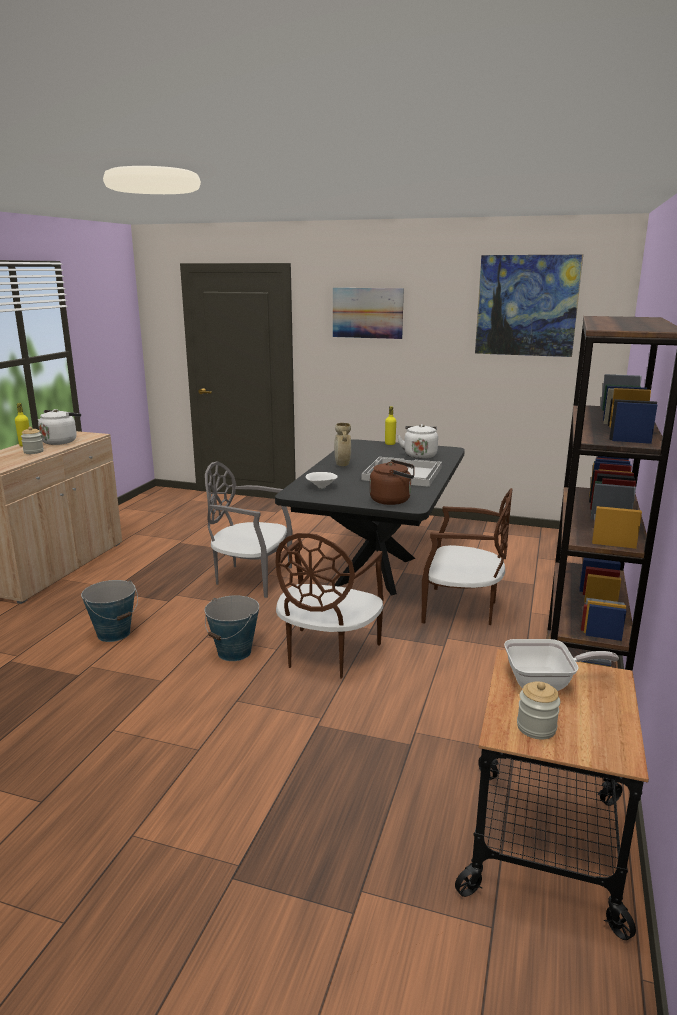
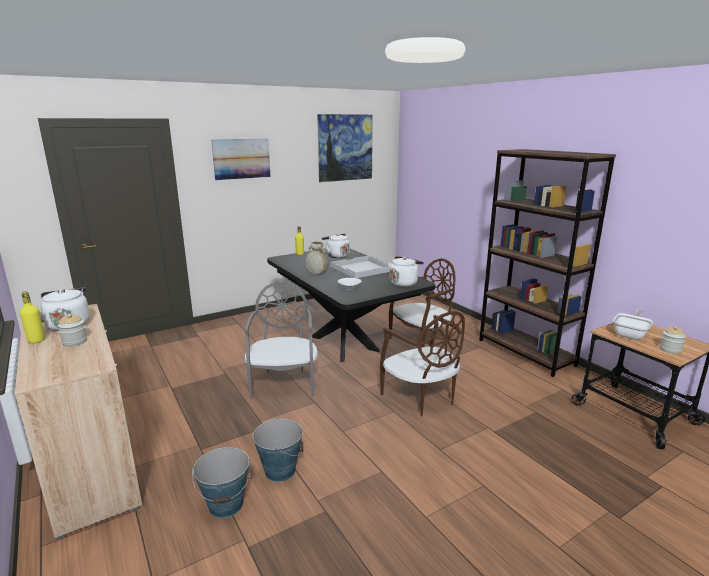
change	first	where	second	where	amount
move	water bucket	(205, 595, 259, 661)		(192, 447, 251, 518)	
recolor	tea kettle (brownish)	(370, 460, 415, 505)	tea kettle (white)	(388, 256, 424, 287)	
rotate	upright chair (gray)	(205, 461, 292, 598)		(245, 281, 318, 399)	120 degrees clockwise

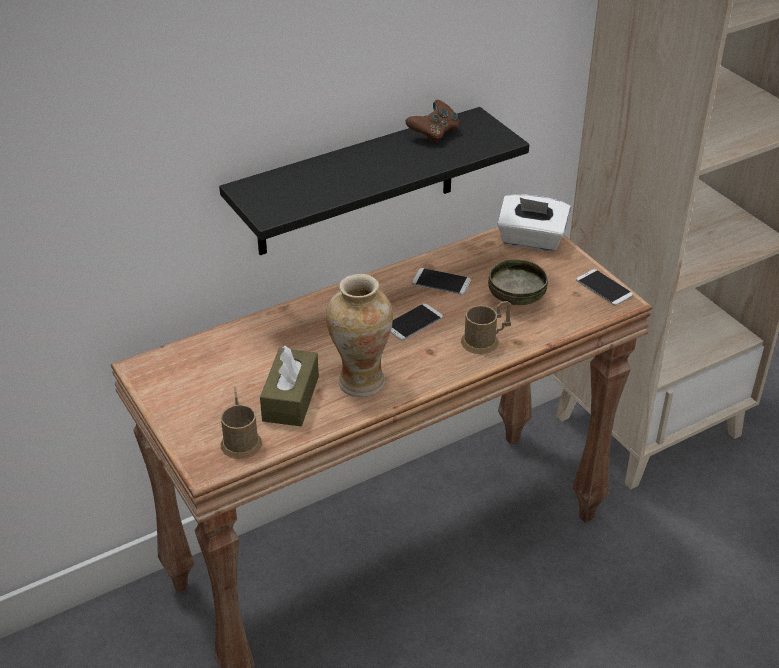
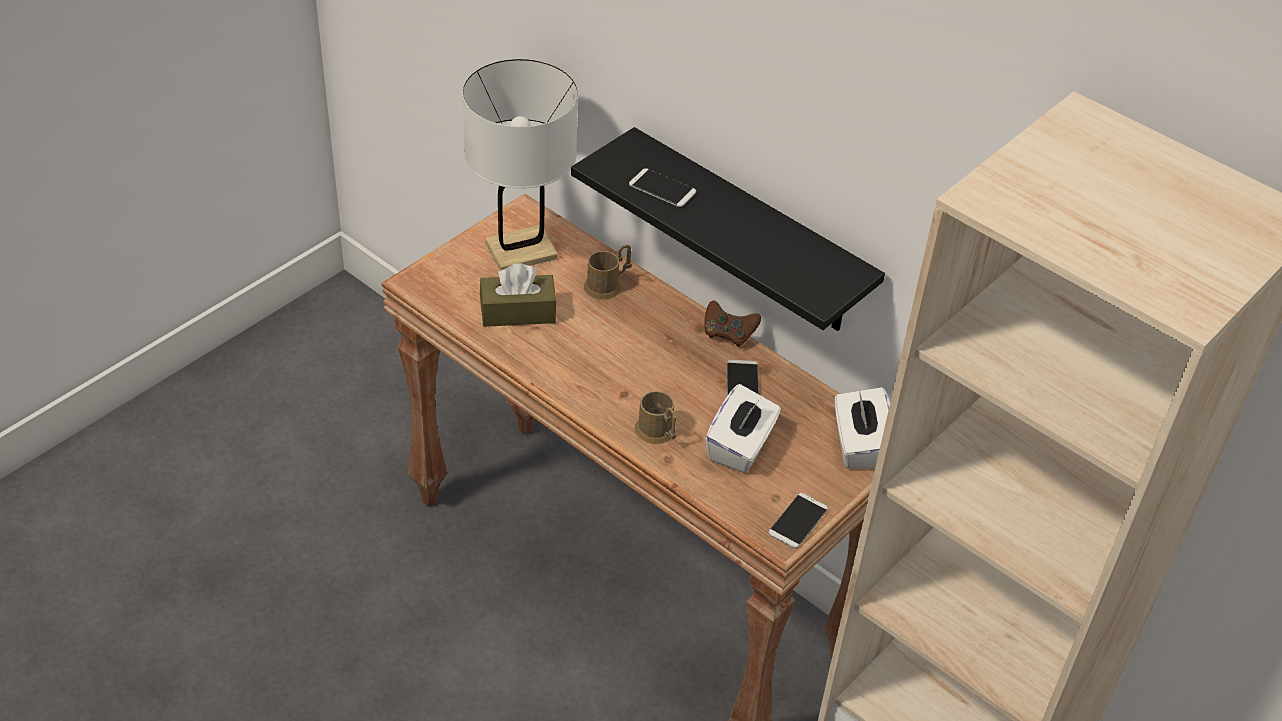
change	first	where	second	where	amount
delete	decorative vase	(326, 274, 393, 397)			
insert			lamp for a table (white)	(462, 59, 578, 271)	
move	mug (brownish)	(221, 387, 262, 459)		(584, 244, 632, 300)	
move	handset	(391, 303, 443, 340)		(629, 168, 696, 207)	
move	game controller (brownish)	(406, 100, 460, 144)		(704, 300, 761, 347)	
replace	deep dish	(488, 259, 548, 305)	tissue holder (white)	(705, 384, 781, 473)	

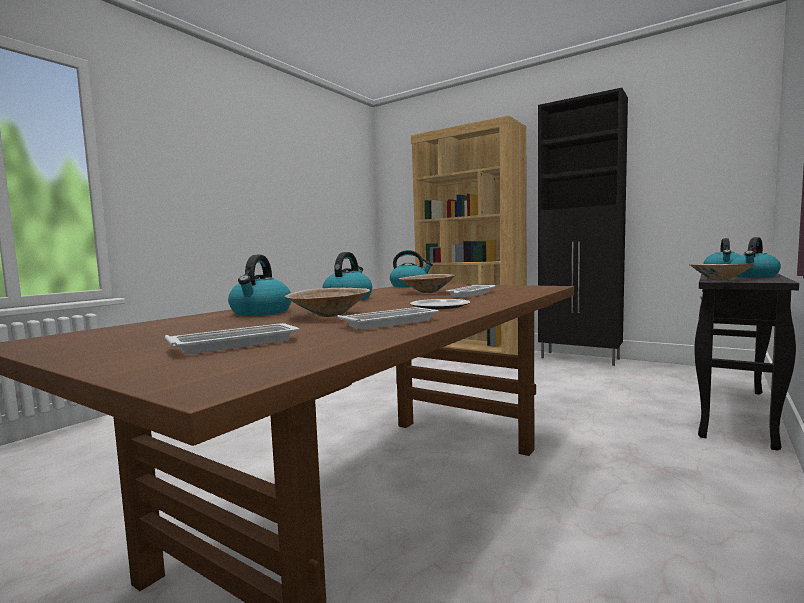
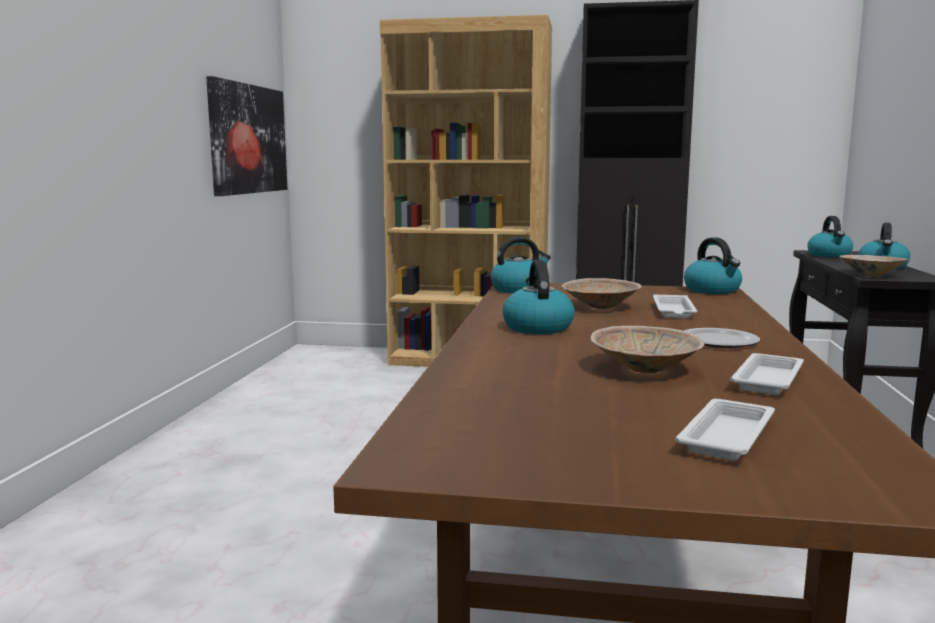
change	first	where	second	where	amount
insert			wall art	(206, 76, 287, 196)	
move	tea kettle	(228, 255, 291, 316)		(684, 237, 742, 294)	

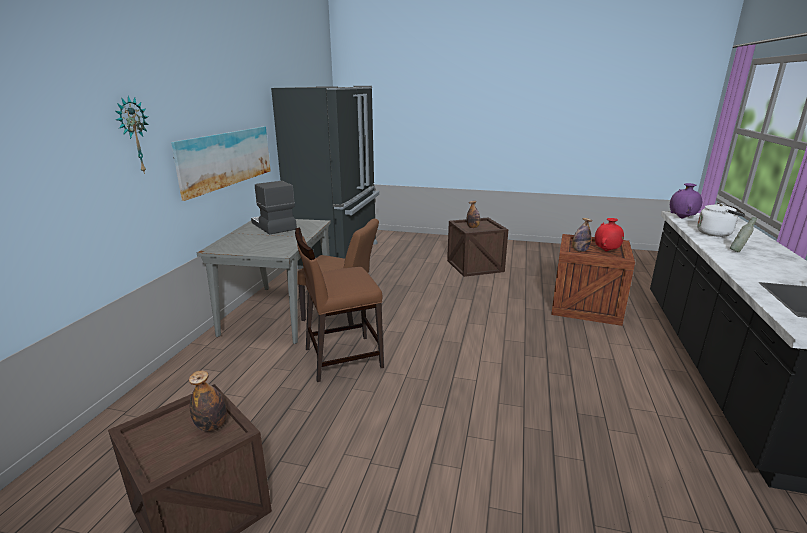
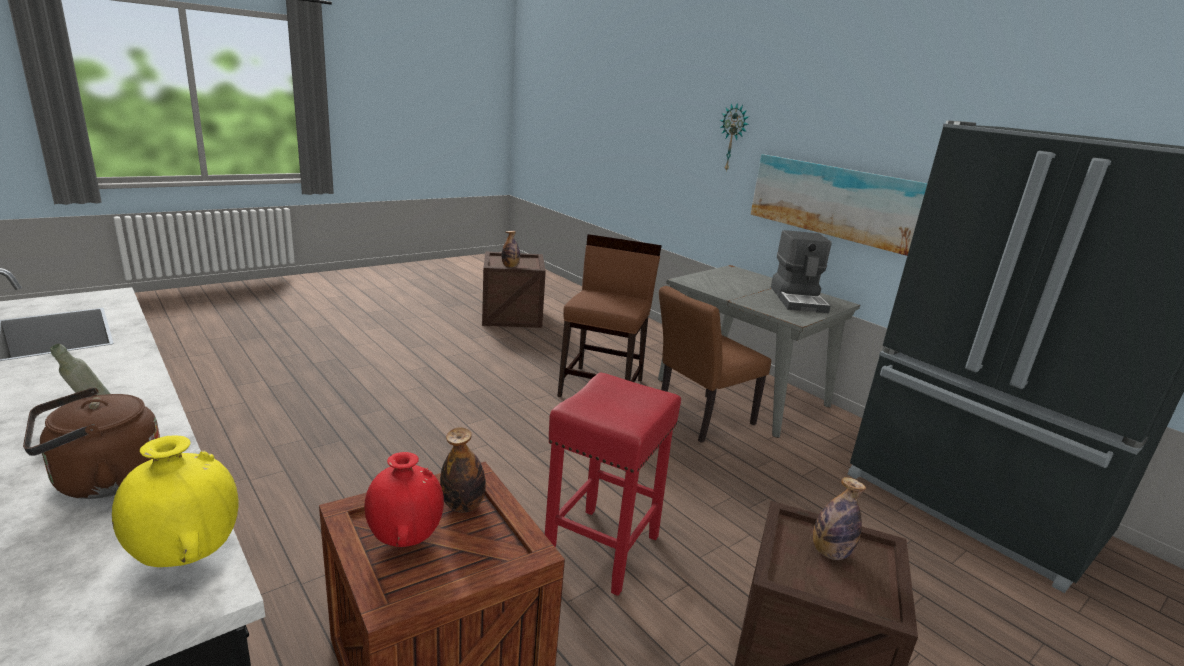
change	first	where	second	where	amount
insert			stool (reddish)	(545, 373, 681, 596)	
recolor	decorative vase (purple-coloured)	(670, 183, 702, 219)	decorative vase (yellow-coloured)	(112, 435, 239, 567)	
recolor	tea kettle (white)	(697, 202, 745, 237)	tea kettle (brownish)	(23, 388, 160, 499)	
rotate	coffee brewer	(251, 181, 297, 235)		(771, 230, 832, 313)	90 degrees clockwise

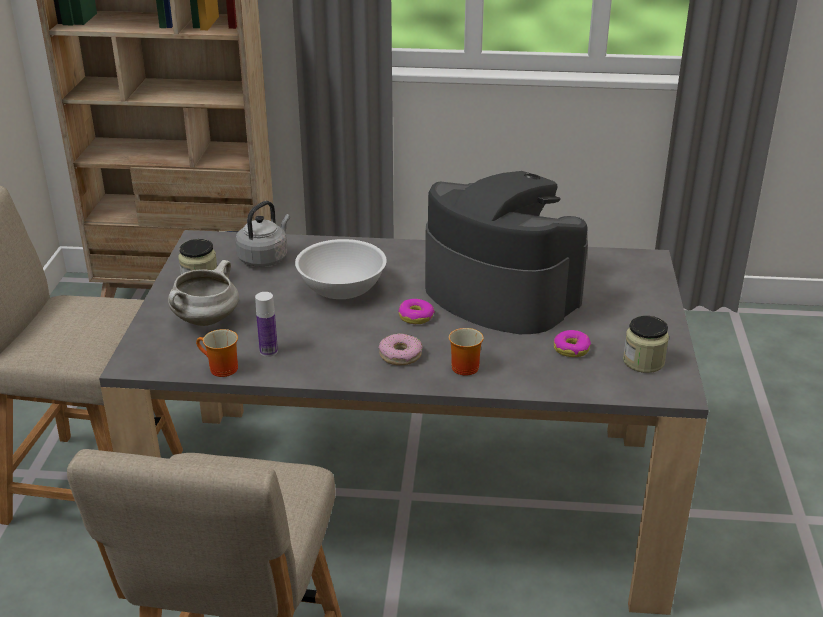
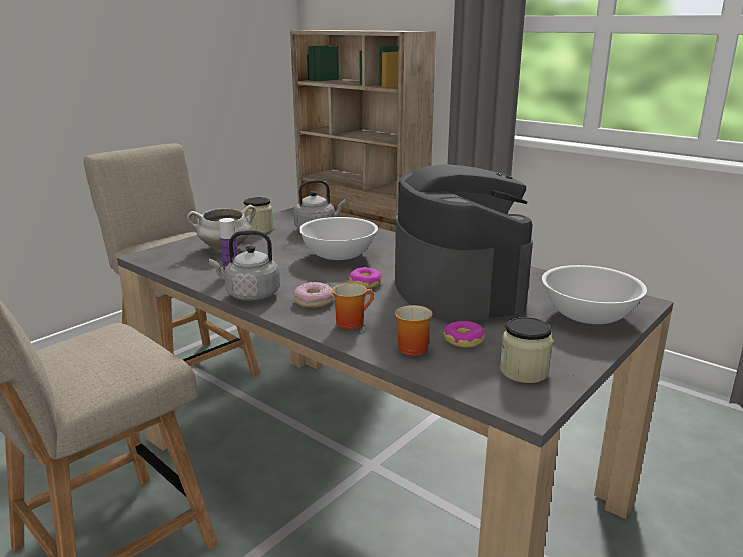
change	first	where	second	where	amount
insert			tea kettle (gray)	(209, 230, 280, 301)	
insert			deep dish (white)	(542, 265, 647, 324)	
move	mug	(196, 329, 238, 377)		(395, 305, 433, 356)	

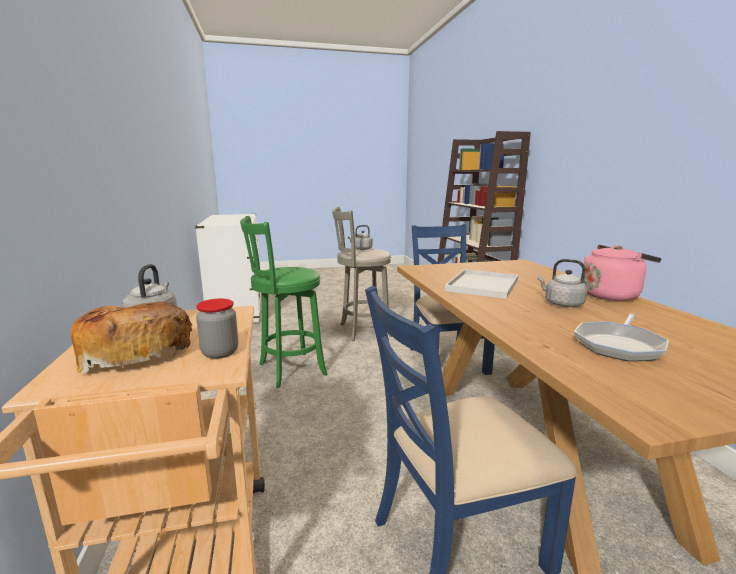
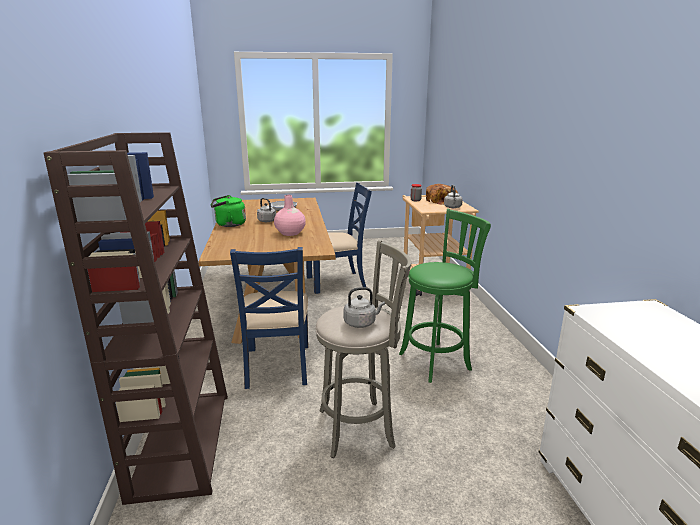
change	first	where	second	where	amount
replace	tray (white)	(445, 269, 518, 299)	decorative vase (pink)	(274, 195, 306, 236)	
recolor	tea kettle (pink)	(583, 245, 661, 301)	tea kettle (green)	(211, 195, 246, 227)	

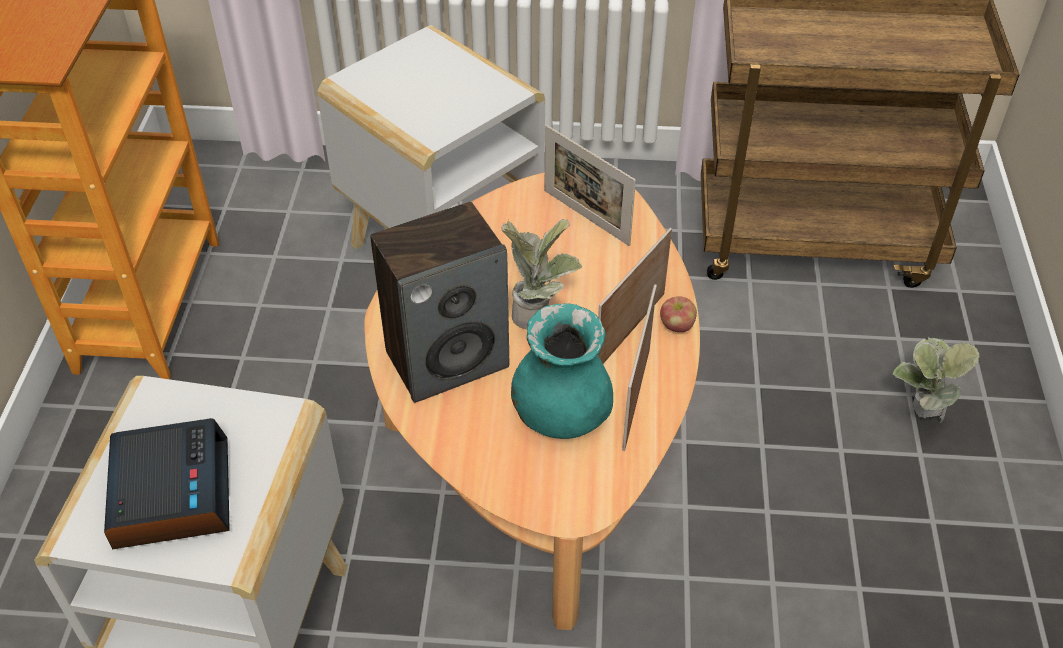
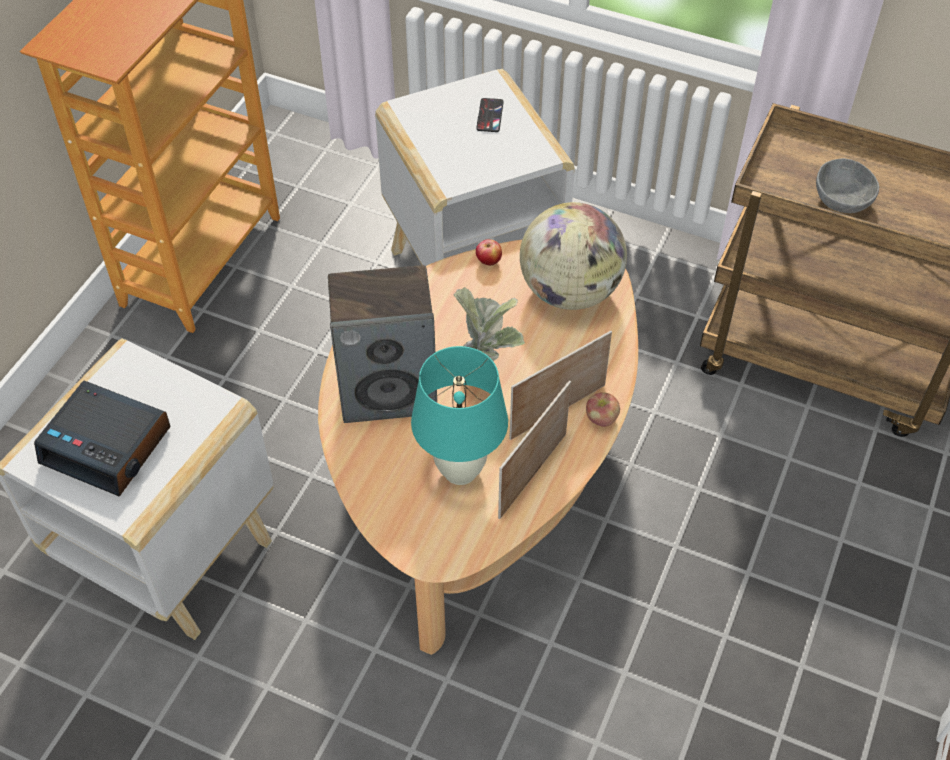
change	first	where	second	where	amount
delete	potted plant	(893, 337, 980, 423)			
insert			handset	(476, 98, 504, 132)	
insert			apple fruit	(476, 239, 502, 266)	
insert			deep dish (gray)	(816, 158, 879, 213)	
replace	decorative vase (turquoise-coloured)	(511, 303, 613, 439)	lamp for a table (turquoise-coloured)	(411, 346, 508, 485)	
replace	standing frame	(544, 125, 636, 246)	world globe	(520, 202, 627, 310)	
rotate	bedside clock	(104, 418, 230, 549)		(34, 381, 171, 497)	105 degrees clockwise

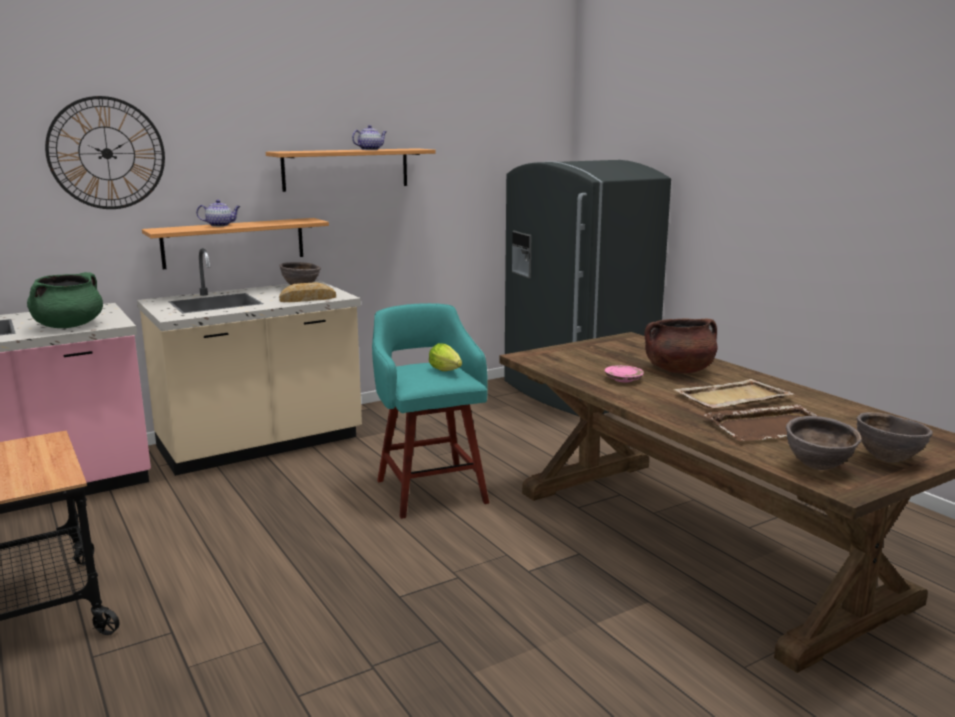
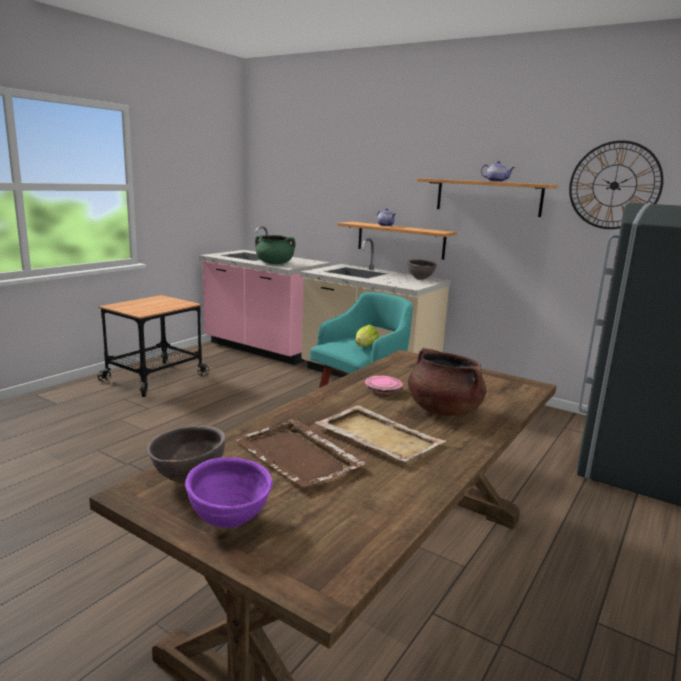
change	first	where	second	where	amount
delete	bread	(279, 282, 336, 302)			
move	clock on the wall	(45, 96, 165, 209)		(569, 140, 664, 229)	
recolor	deep dish (brownish)	(857, 412, 933, 463)	deep dish (purple-coloured)	(185, 457, 272, 528)	

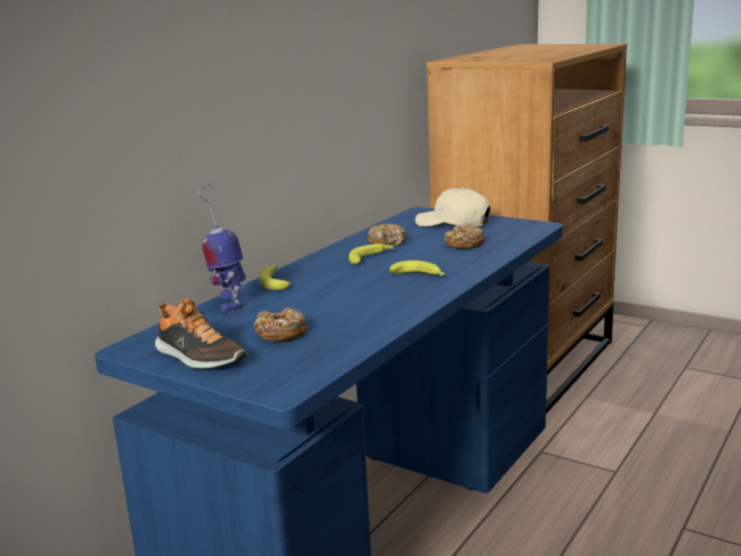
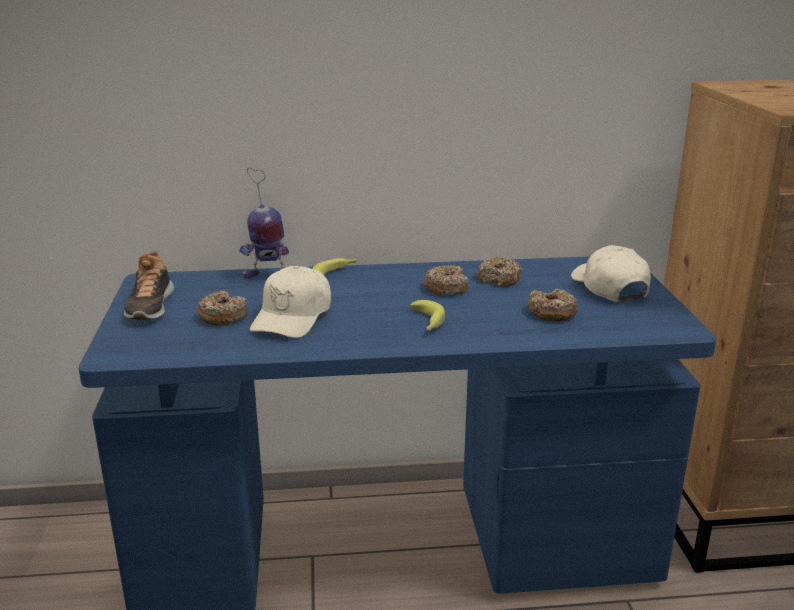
change	first	where	second	where	amount
insert			peaked cap (sand-coloured)	(250, 266, 331, 338)	
replace	banana fruit	(349, 244, 395, 264)	doughnut	(424, 265, 469, 296)	
rotate	toy robot	(199, 184, 246, 313)		(239, 167, 289, 279)	135 degrees counterclockwise

